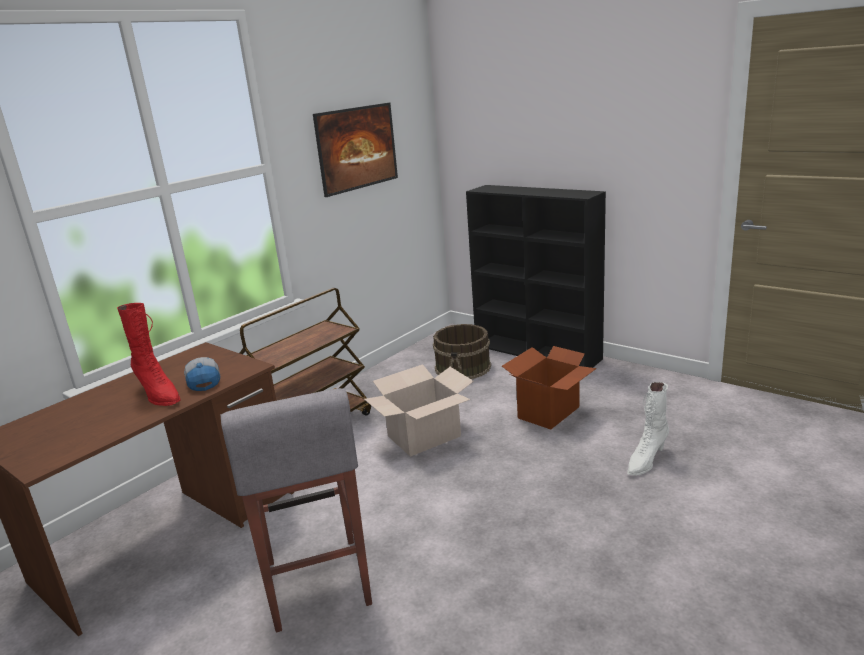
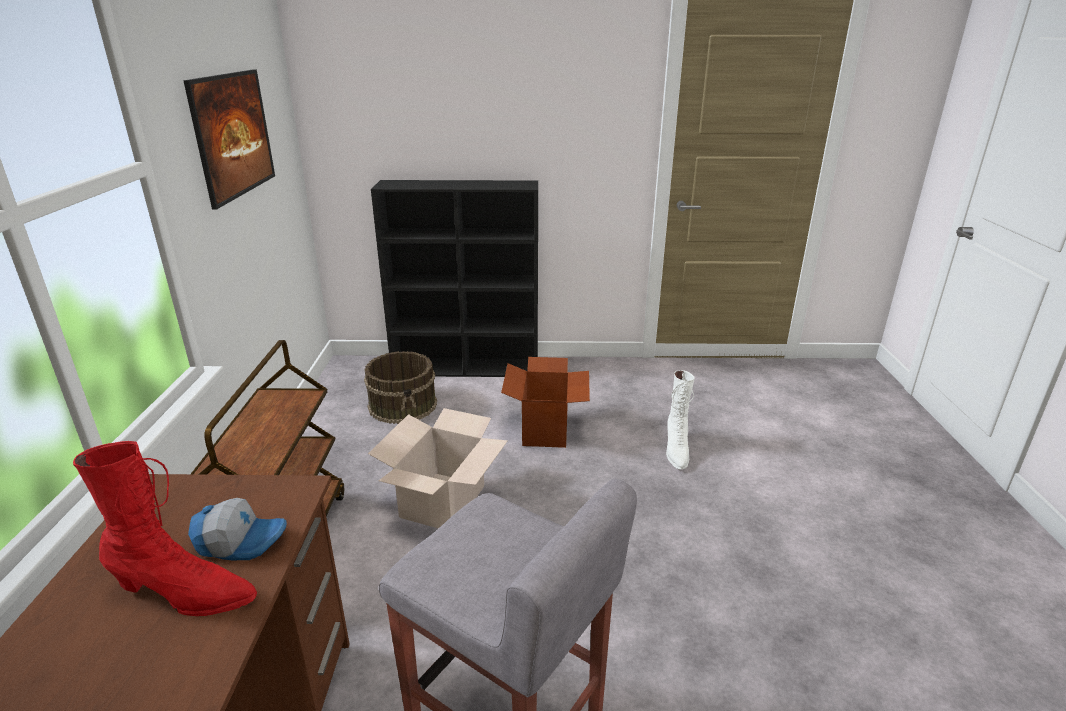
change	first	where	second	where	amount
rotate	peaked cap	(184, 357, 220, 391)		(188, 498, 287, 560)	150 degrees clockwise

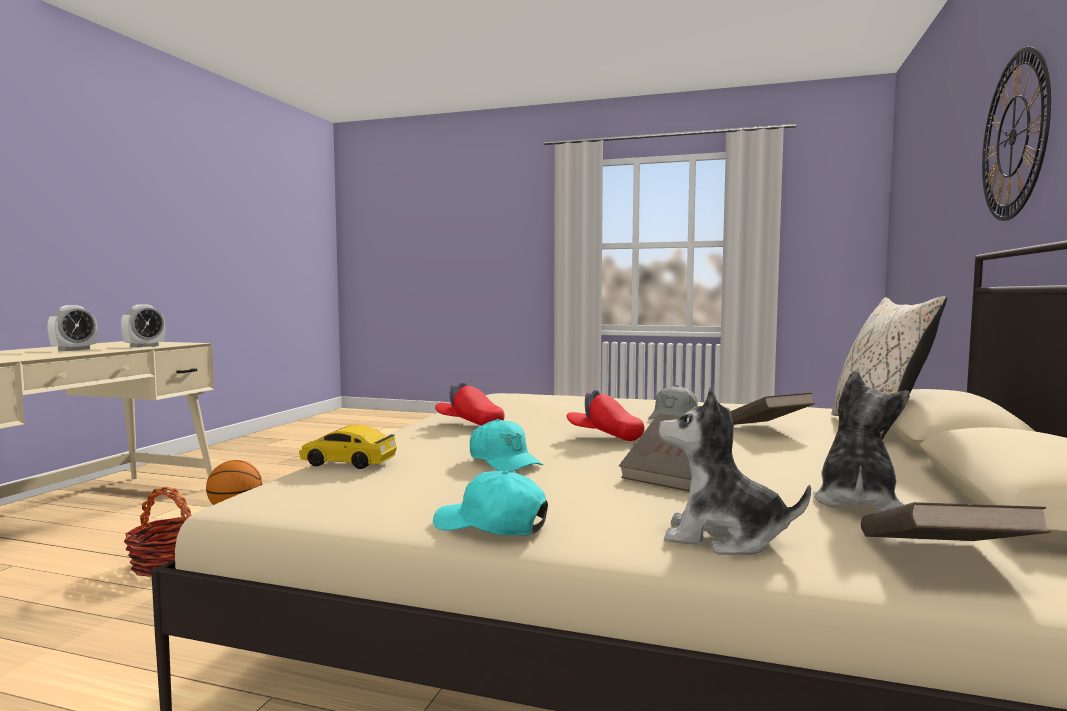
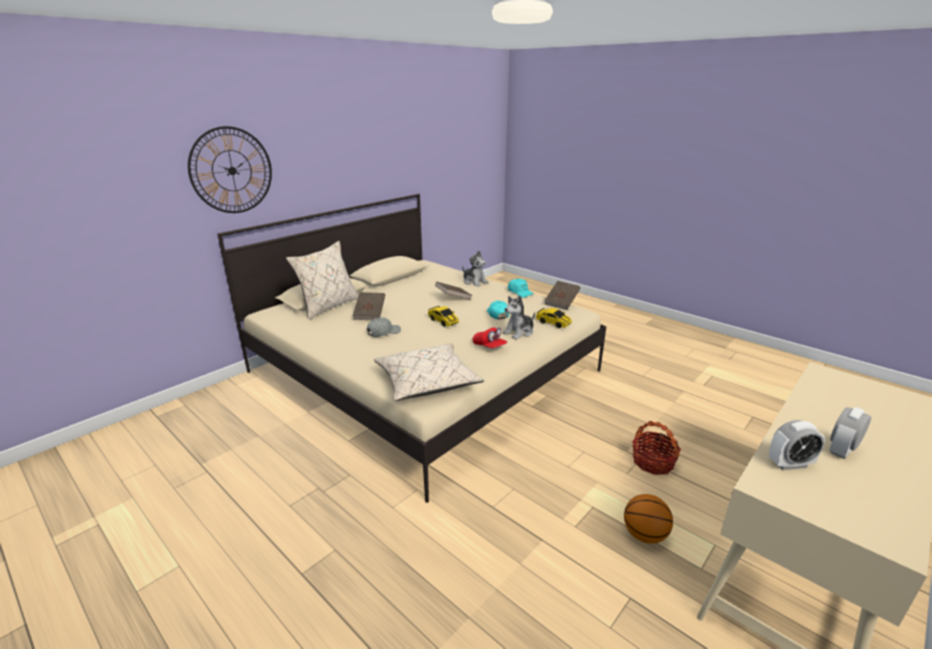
change	first	where	second	where	amount
insert			cushion (sand-coloured)	(374, 344, 485, 401)	
move	plush toy	(813, 371, 910, 512)		(503, 295, 535, 339)	
move	volume (brownish)	(861, 502, 1051, 541)		(544, 281, 580, 310)	
replace	peaked cap (reddish)	(567, 389, 645, 441)	model car	(428, 306, 459, 327)	
rotate	bedside clock	(121, 304, 165, 347)		(769, 420, 825, 470)	150 degrees counterclockwise

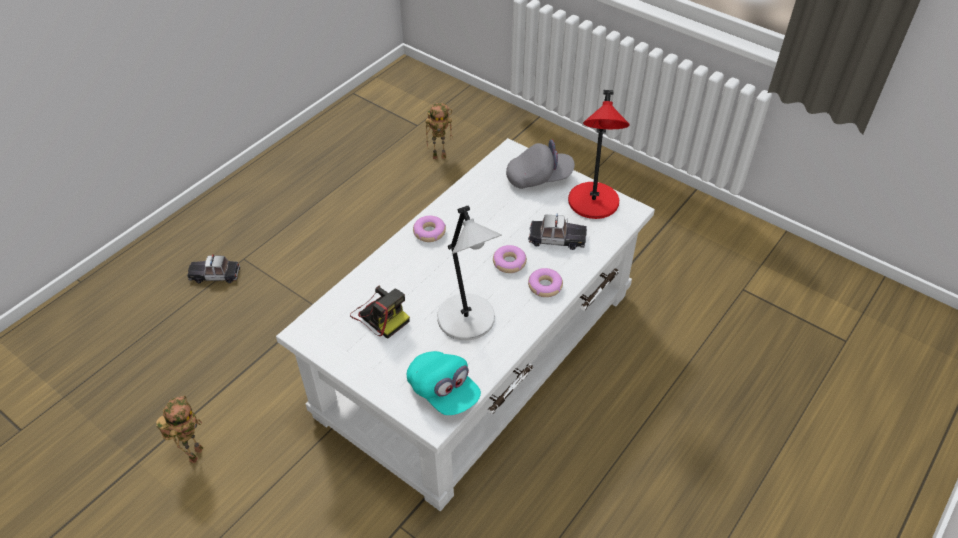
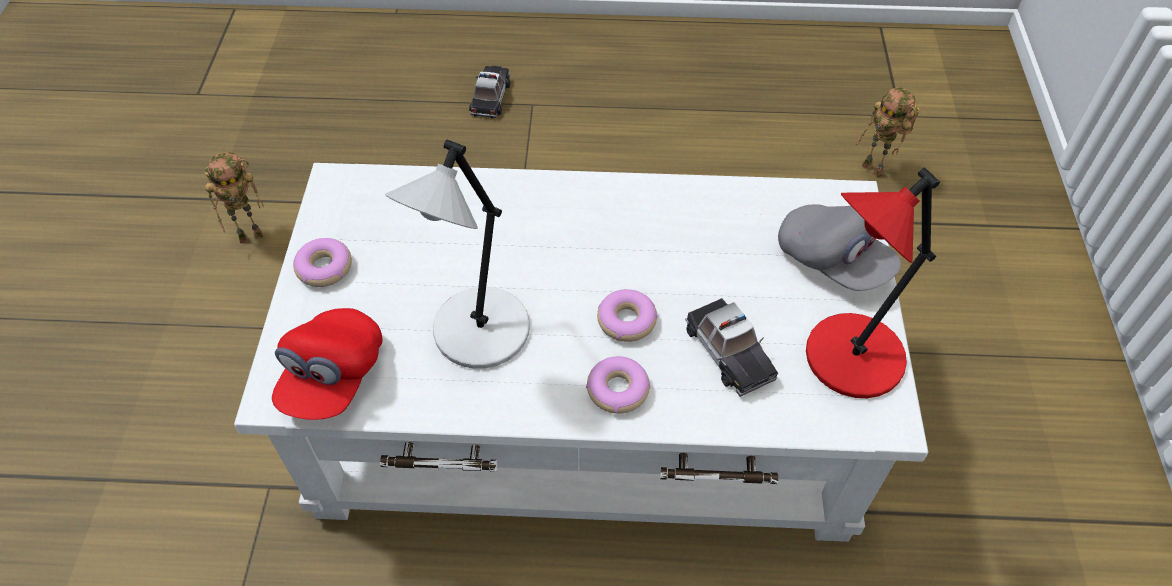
change	first	where	second	where	amount
delete	photo camera	(350, 285, 410, 339)			
move	doughnut	(413, 216, 446, 242)		(293, 238, 352, 287)	
recolor	peaked cap (turquoise-coloured)	(407, 351, 481, 415)	peaked cap (reddish)	(272, 308, 382, 420)	
rotate	model car	(187, 254, 240, 283)		(469, 66, 510, 118)	45 degrees clockwise

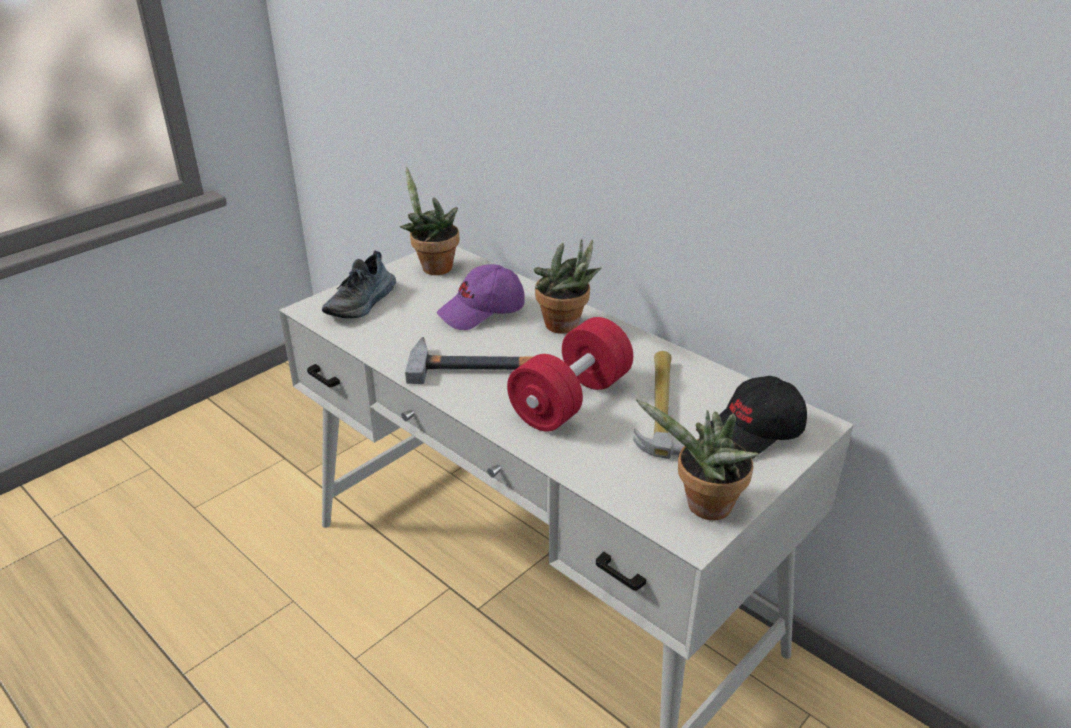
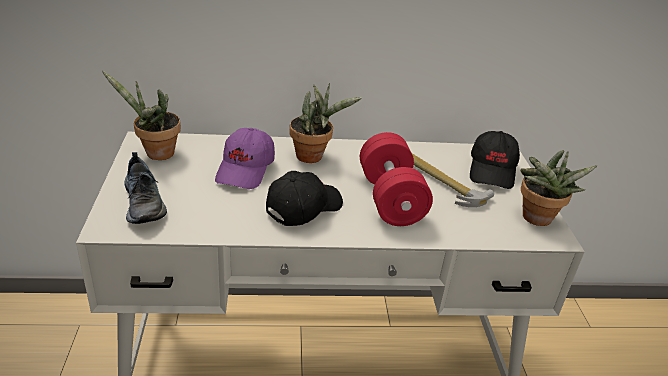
change	first	where	second	where	amount
replace	hand hammer	(405, 337, 534, 384)	peaked cap (black-coloured)	(266, 171, 343, 226)	

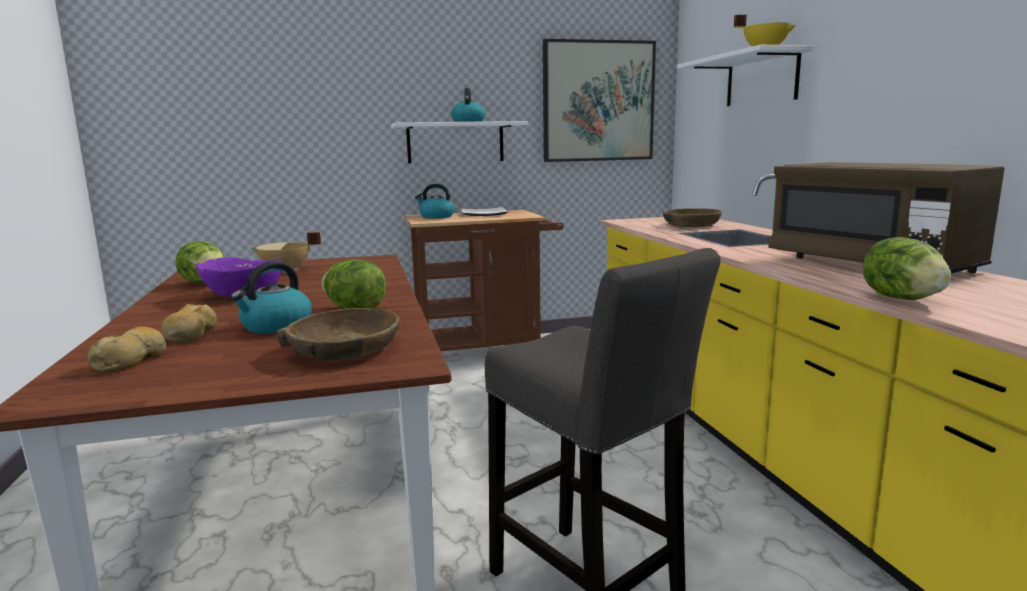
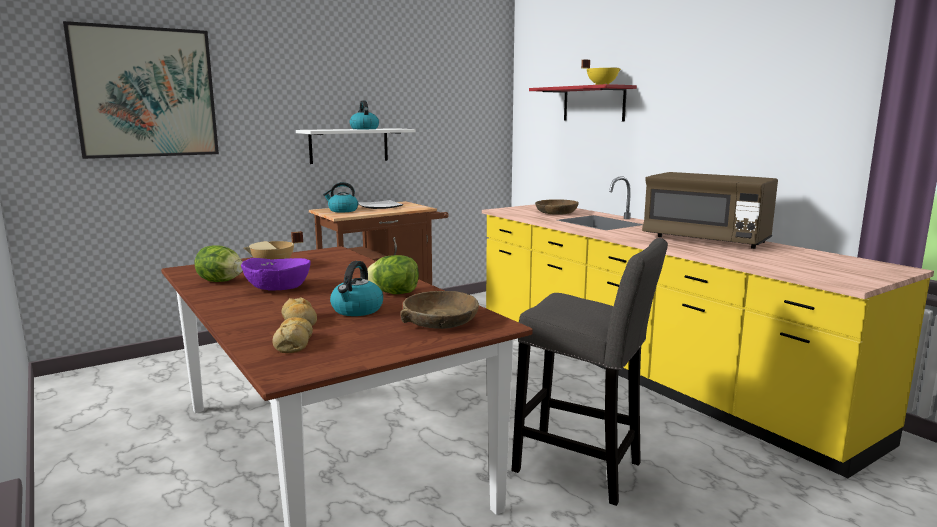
change	first	where	second	where	amount
delete	head of lettuce	(863, 237, 952, 300)			
move	wall art	(543, 39, 656, 162)		(63, 21, 219, 159)	
recolor	wall shelf (white)	(677, 45, 814, 106)	wall shelf (reddish)	(529, 84, 637, 121)	

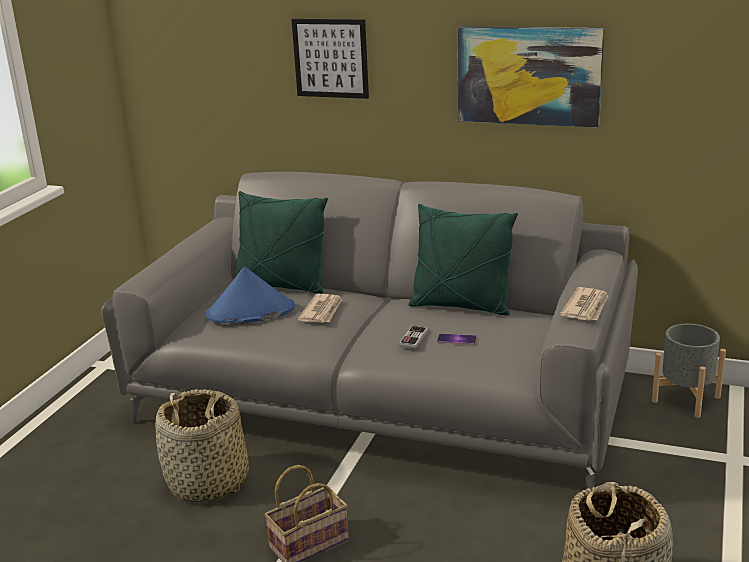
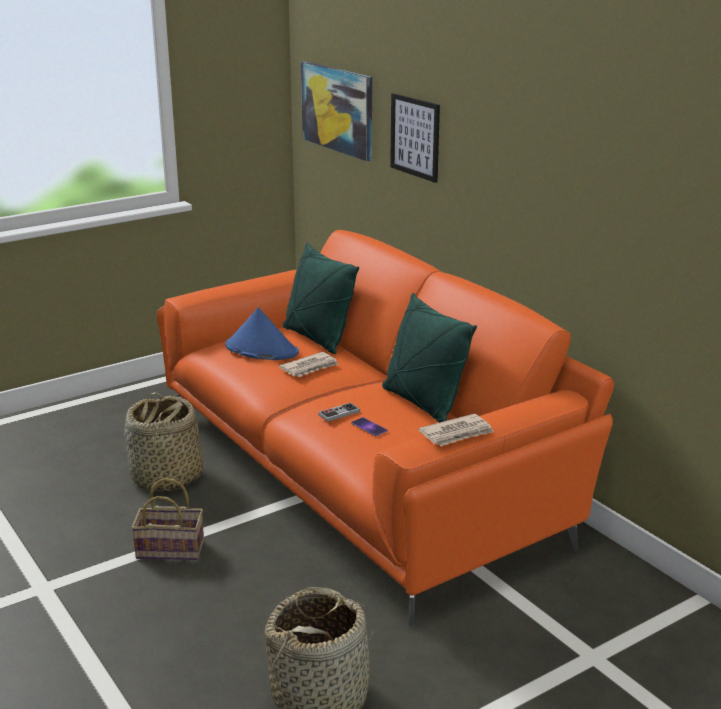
change	first	where	second	where	amount
delete	flower pot (gray)	(652, 323, 726, 418)			
move	wall art	(457, 26, 604, 128)		(301, 61, 372, 162)	
recolor	couch (gray)	(101, 172, 638, 488)	couch (orangey)	(157, 230, 614, 626)	

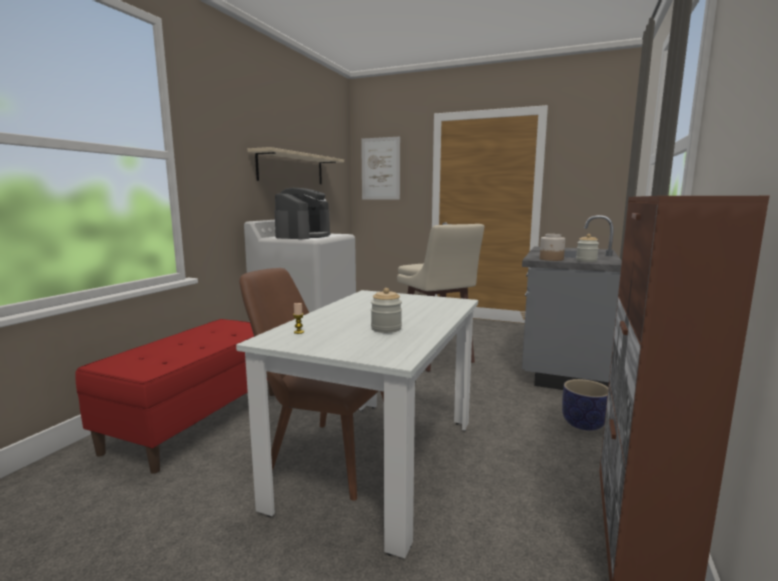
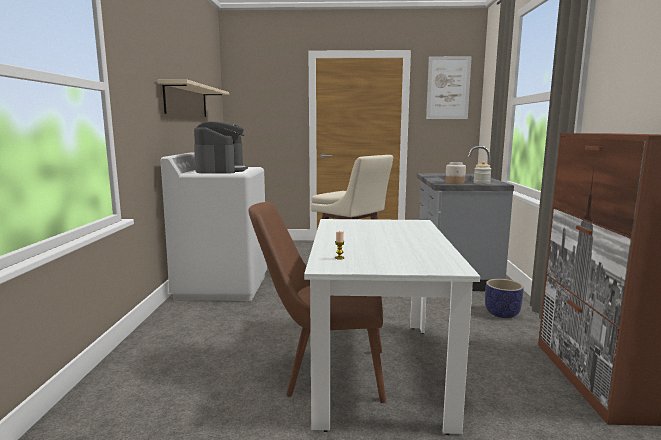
change	first	where	second	where	amount
delete	indoor bench (reddish)	(75, 319, 275, 474)			
delete	preserve jar	(371, 288, 402, 333)			
move	wall art	(361, 137, 400, 200)		(426, 56, 472, 119)	

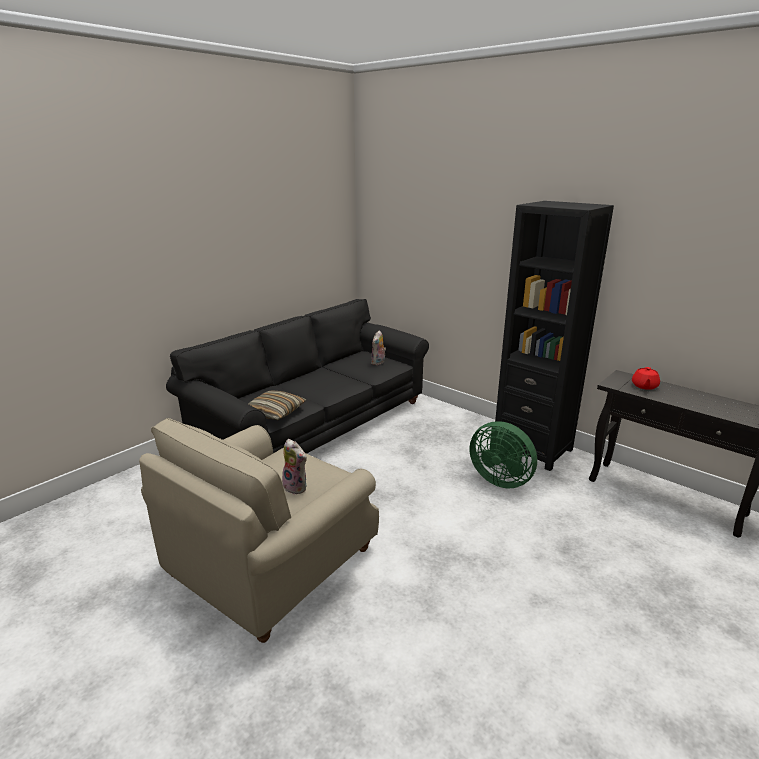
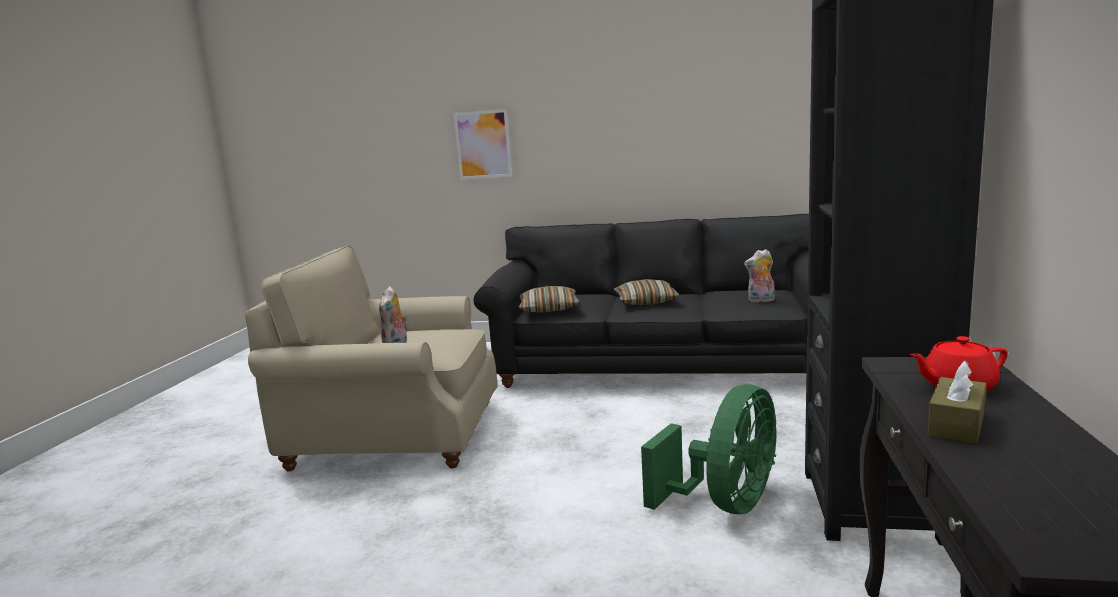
change	first	where	second	where	amount
insert			wall art	(453, 109, 513, 180)	
insert			cushion	(614, 279, 679, 305)	
insert			tissue holder (brownish)	(928, 361, 986, 444)	
rotate	fan (green)	(469, 421, 537, 488)		(641, 384, 777, 514)	150 degrees counterclockwise

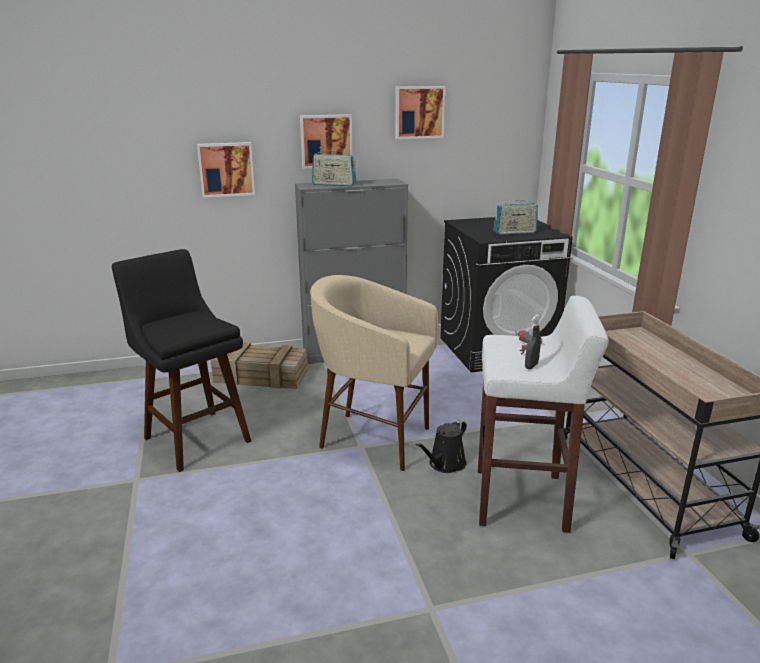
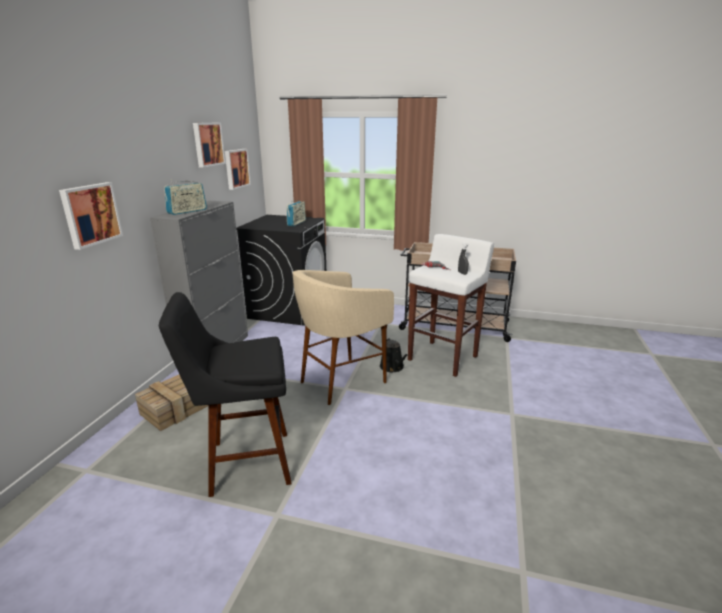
change	first	where	second	where	amount
move	wall art	(300, 114, 352, 169)		(225, 149, 251, 190)	

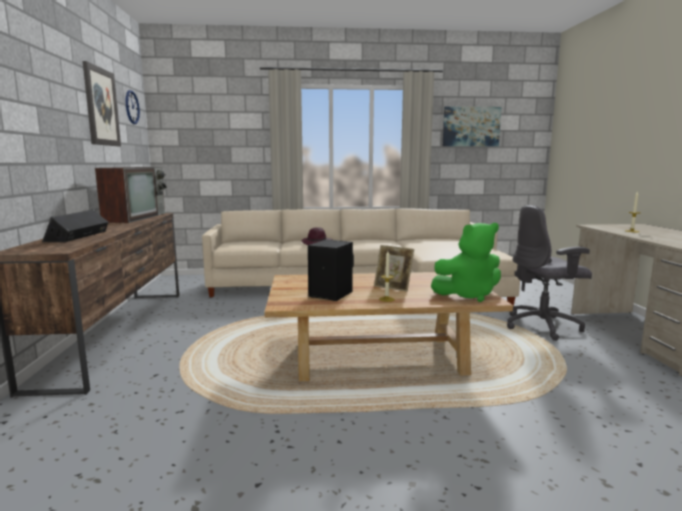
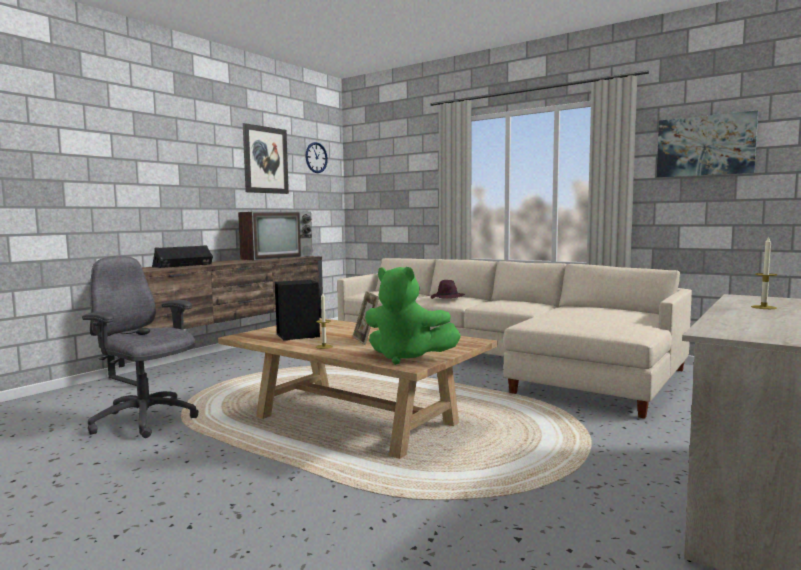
change	first	where	second	where	amount
move	desk chair (gray)	(507, 205, 592, 341)		(82, 256, 198, 438)	

